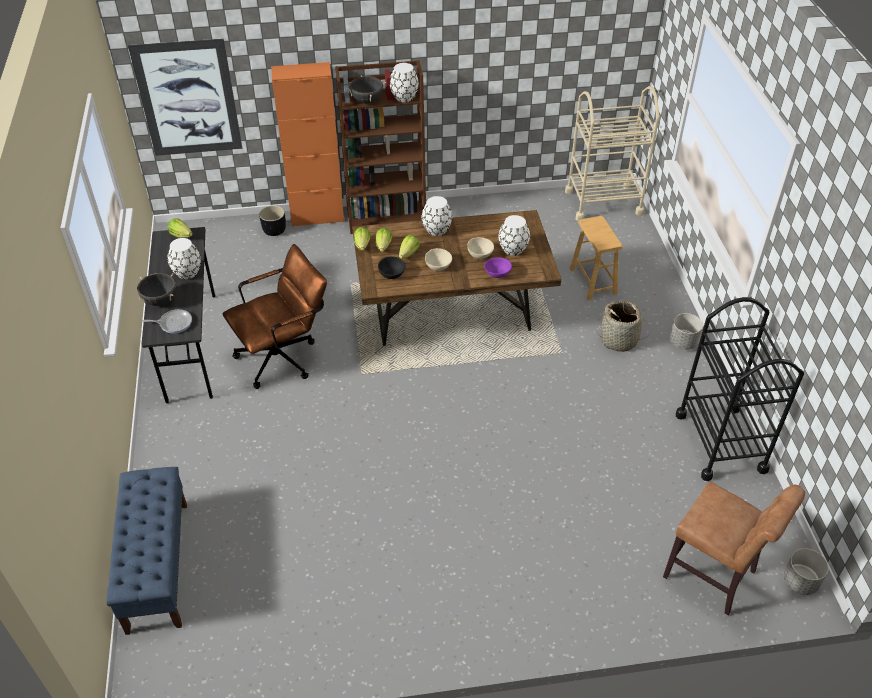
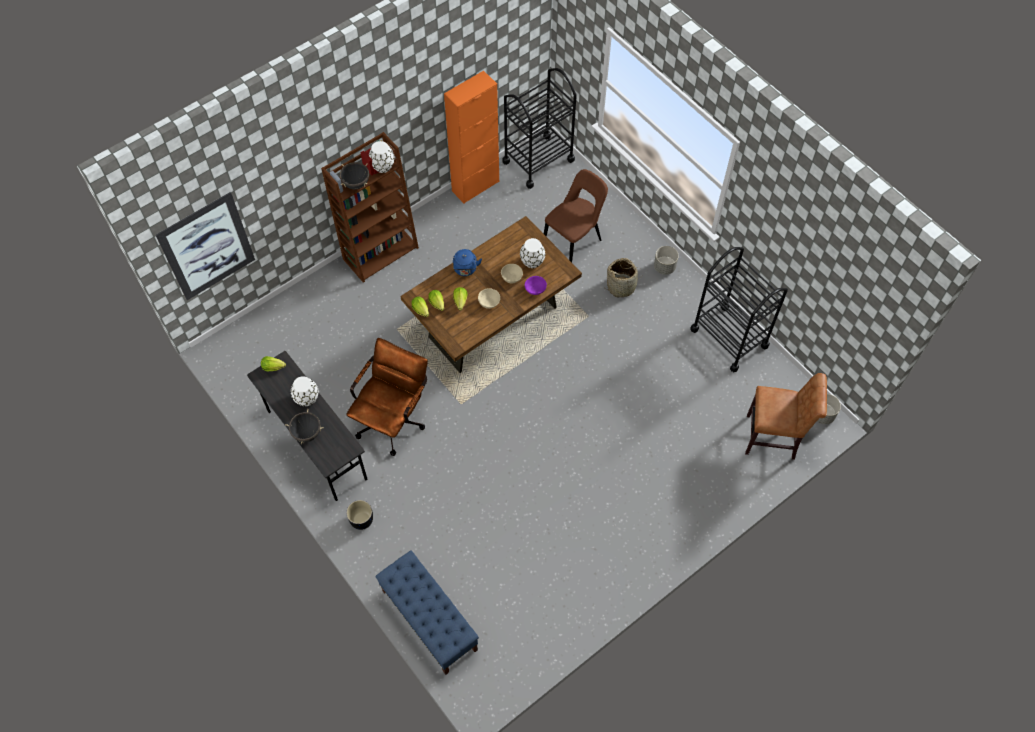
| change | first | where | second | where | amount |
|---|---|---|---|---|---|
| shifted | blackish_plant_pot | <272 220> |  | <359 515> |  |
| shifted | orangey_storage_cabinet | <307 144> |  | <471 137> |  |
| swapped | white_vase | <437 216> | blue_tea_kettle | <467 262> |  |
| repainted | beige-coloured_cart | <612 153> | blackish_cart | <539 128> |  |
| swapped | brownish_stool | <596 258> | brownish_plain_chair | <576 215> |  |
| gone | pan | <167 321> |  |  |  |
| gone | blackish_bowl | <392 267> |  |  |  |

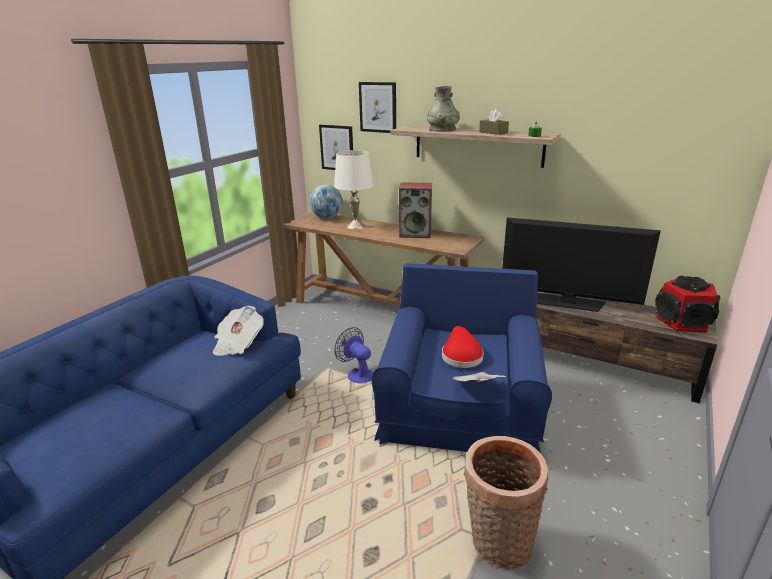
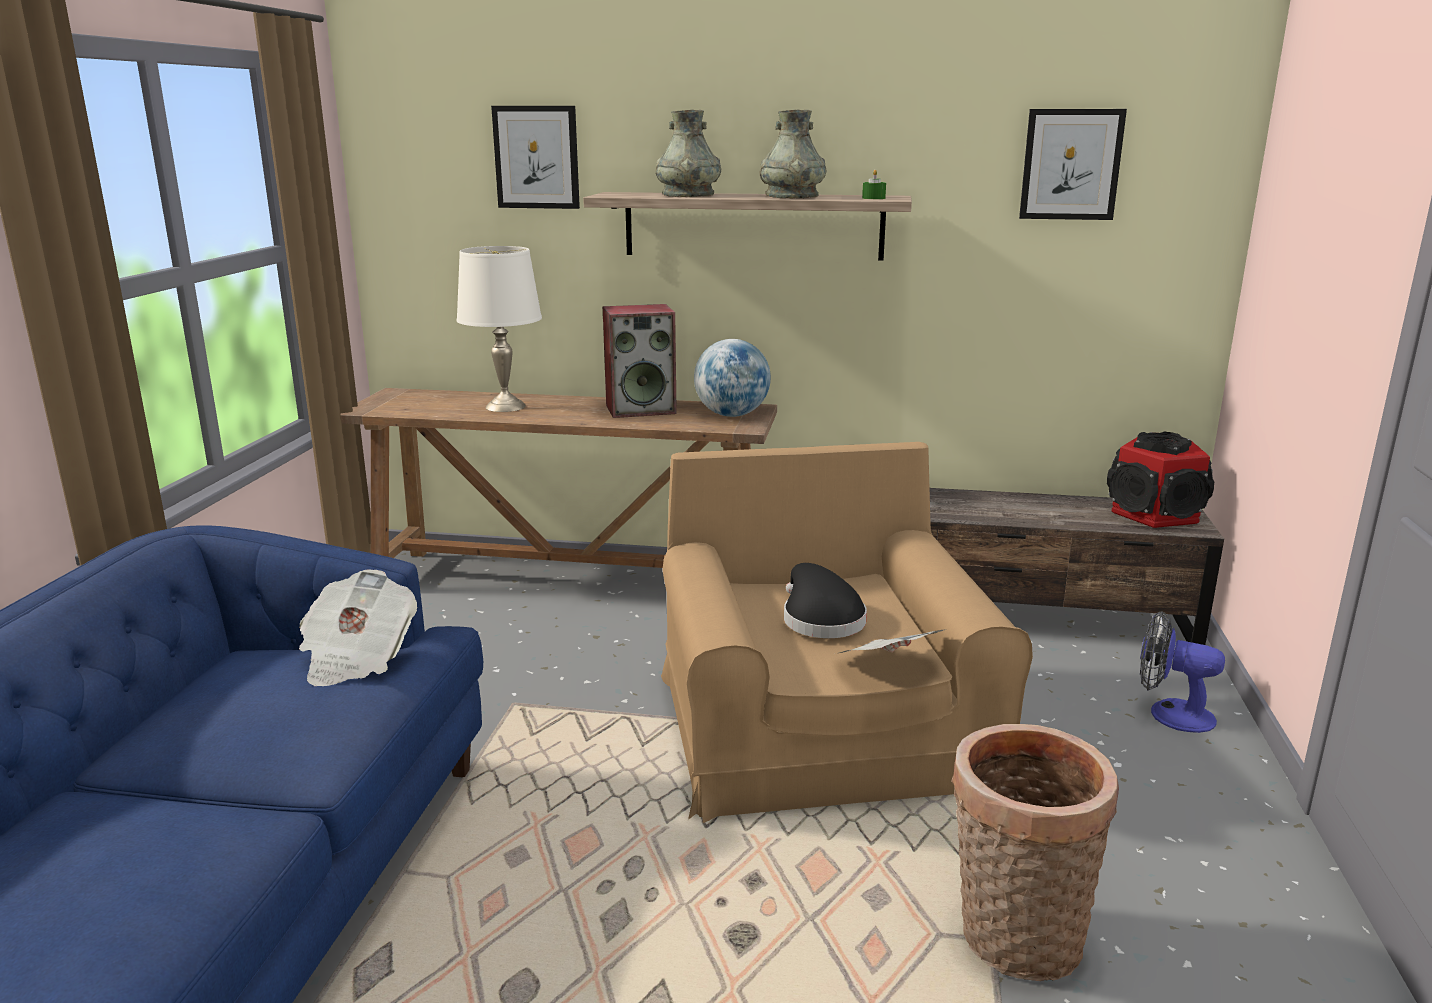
| change | first | where | second | where | amount |
|---|---|---|---|---|---|
| repainted | blue_armchair | <461 358> | brownish_armchair | <847 632> |  |
| shifted | world_globe | <326 202> |  | <732 378> |  |
| swapped | brownish_box_of_tissues | <494 122> | gray_vase | <793 154> |  |
| repainted | red_hat | <463 347> | blackish_hat | <825 600> |  |
| shifted | wall_art | <336 147> |  | <1073 164> |  |
| shifted | electric_fan | <353 355> |  | <1182 672> |  |
| gone | television | <581 264> |  |  |  |

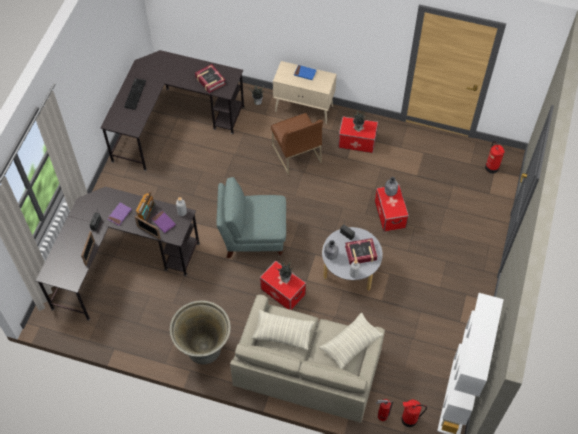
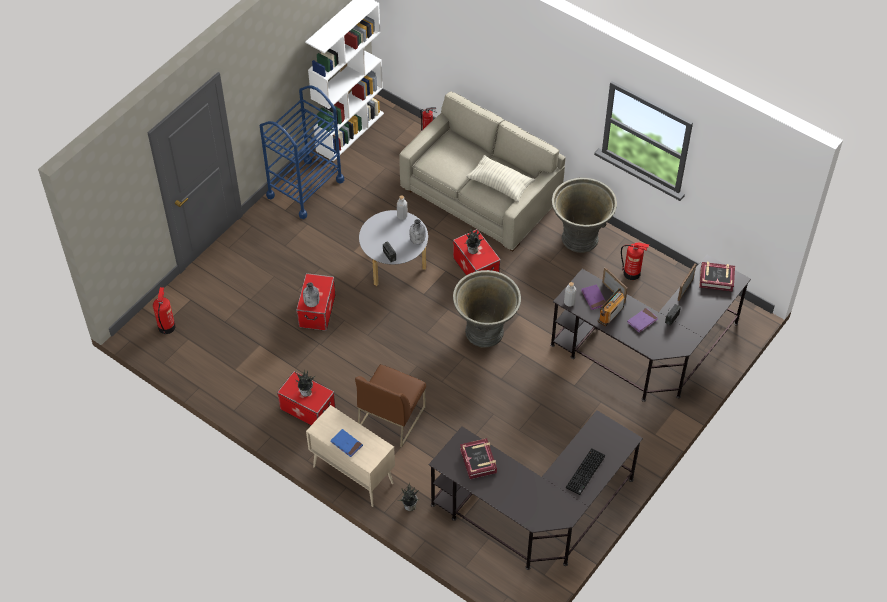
| change | first | where | second | where | amount |
|---|---|---|---|---|---|
| new |  |  | blue_cart | <302 152> |  |
| rotated | brownish_plain_chair | <297 144> |  | <390 406> | 150 degrees counterclockwise |
| swapped | gray_armchair | <251 217> | gray_plant_pot | <487 309> |  |
| shifted | extinguisher | <414 413> |  | <635 261> |  |
| shifted | bound_book | <361 251> |  | <717 277> |  |
| gone | pillow | <351 341> |  |  |  |

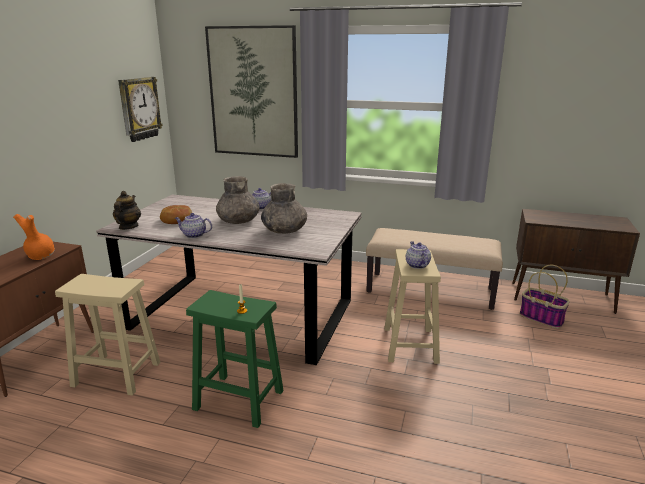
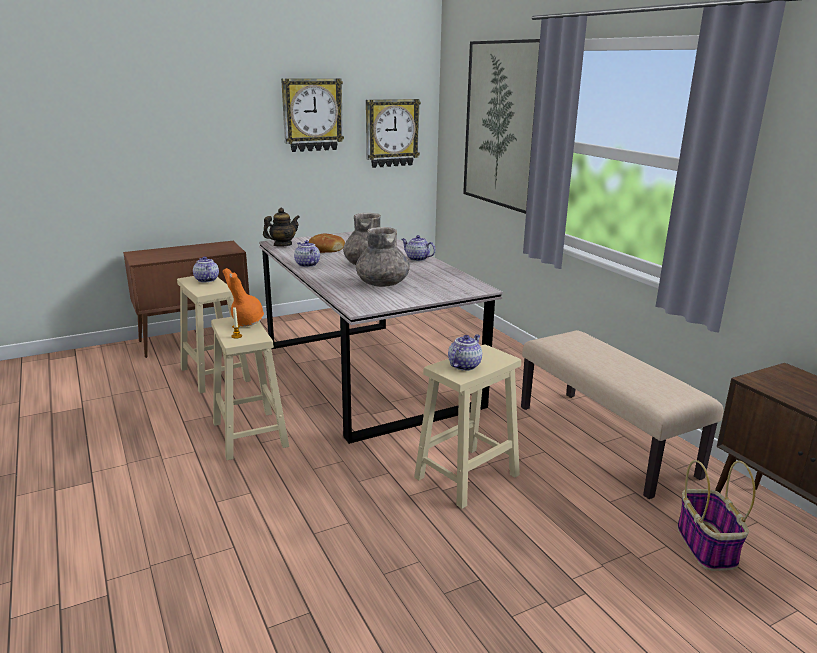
| change | first | where | second | where | amount |
|---|---|---|---|---|---|
| new |  |  | pot_for_tea | <206 269> |  |
| repainted | green-coloured_stool | <234 359> | beige-coloured_stool | <250 388> |  |
| shifted | orangey_vase | <34 237> |  | <243 297> |  |
| new |  |  | clock_on_the_wall | <312 115> |  |

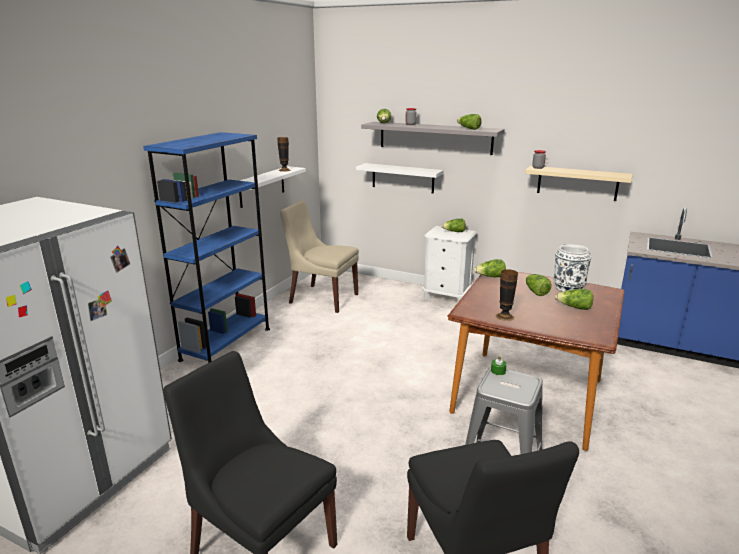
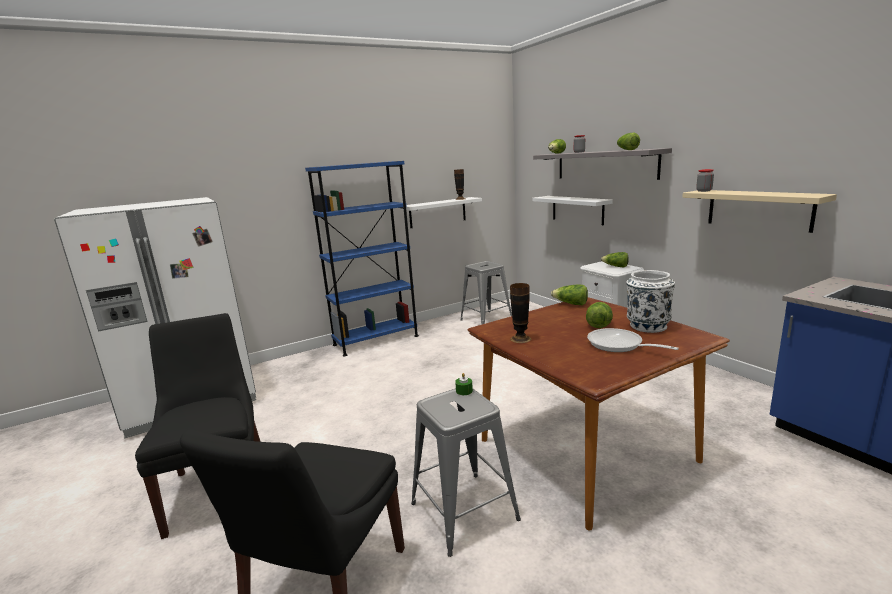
| change | first | where | second | where | amount |
|---|---|---|---|---|---|
| swapped | beige-coloured_plain_chair | <319 257> | gray_stool | <486 292> |  |
| swapped | lettuce | <574 299> | pan | <633 340> |  |

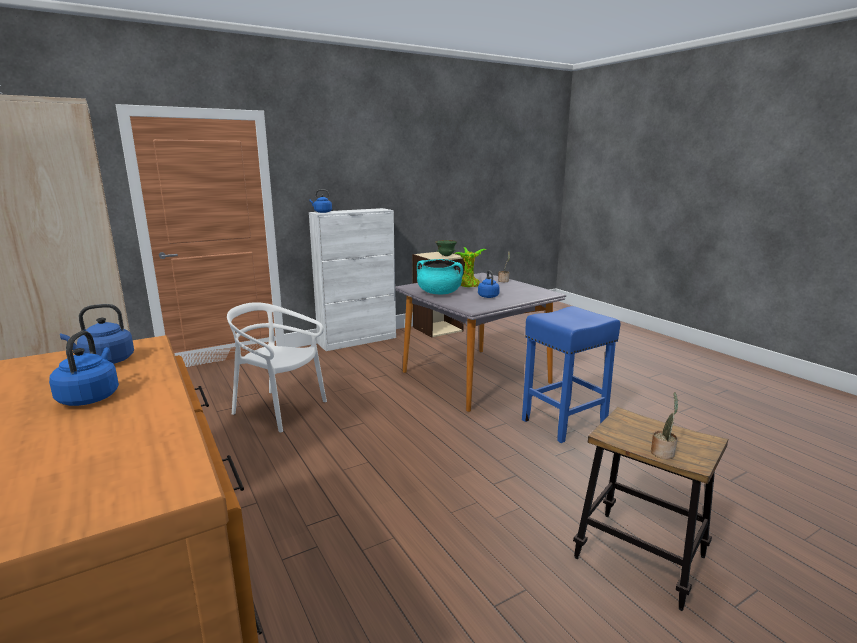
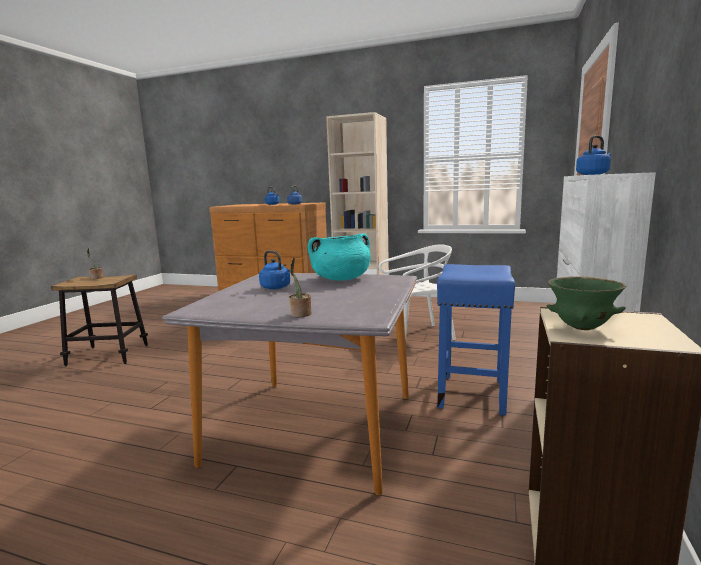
| change | first | where | second | where | amount |
|---|---|---|---|---|---|
| shifted | blue_stool | <571 374> |  | <476 340> |  |
| gone | plant_in_a_pot | <471 267> |  |  |  |

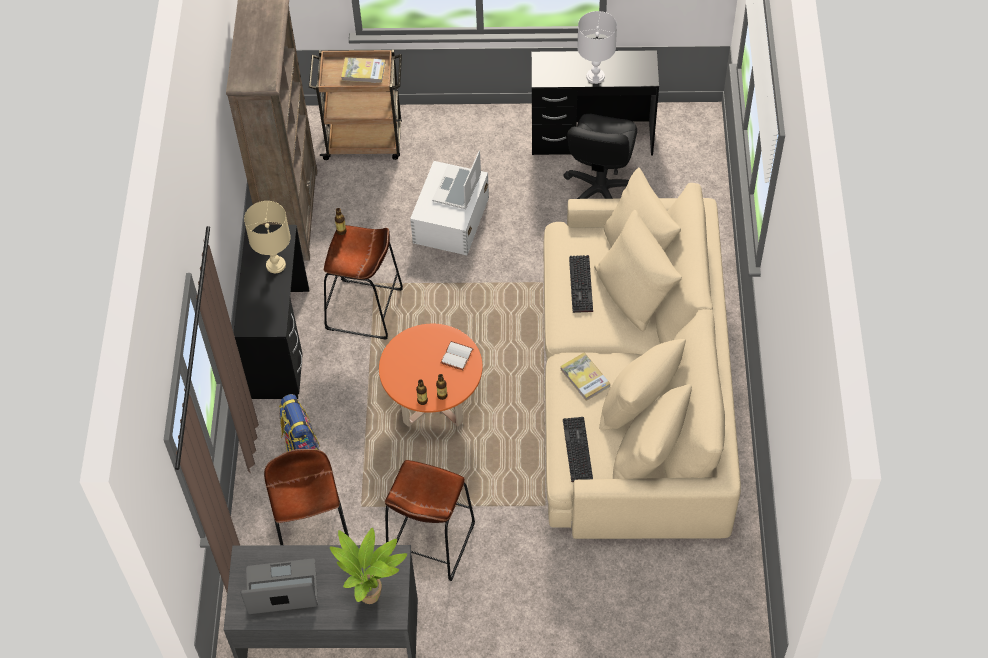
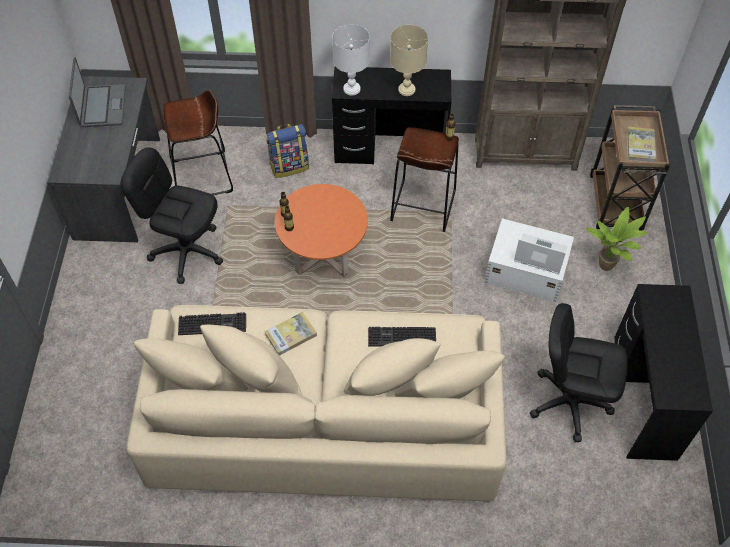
| change | first | where | second | where | amount |
|---|---|---|---|---|---|
| swapped | brownish_stool | <430 520> | blackish_office_chair | <171 216> |  |
| shifted | white_tabletop_lamp | <597 47> |  | <351 60> |  |
| shifted | plant_in_a_pot | <368 566> |  | <617 239> |  |
| gone | white_bound_book | <457 355> |  |  |  |

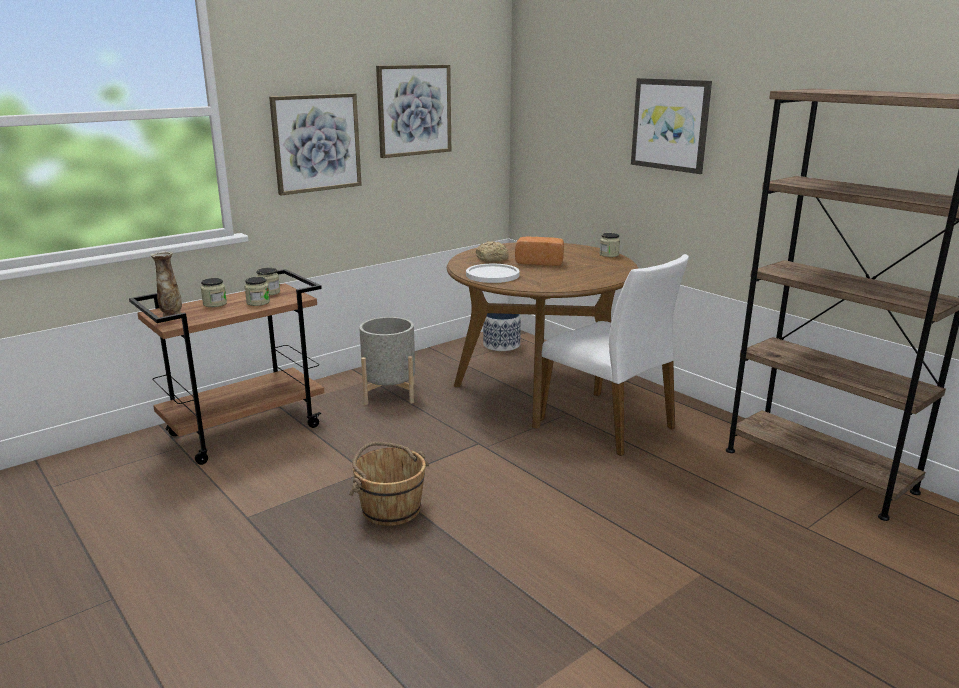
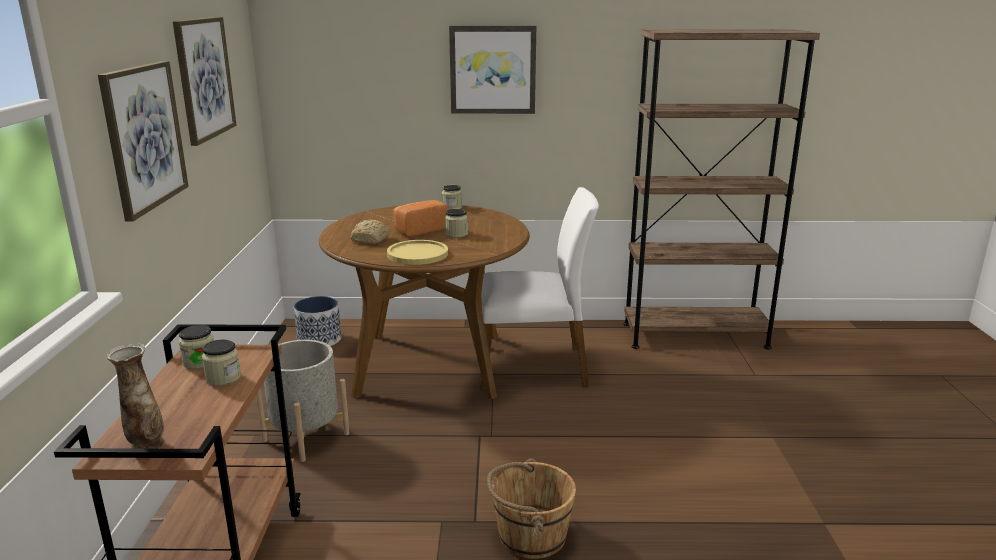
| change | first | where | second | where | amount |
|---|---|---|---|---|---|
| repainted | white_flat_dish | <492 273> | yellowish_flat_dish | <417 252> |  |
| shifted | storage_jar | <214 292> |  | <456 223> |  |

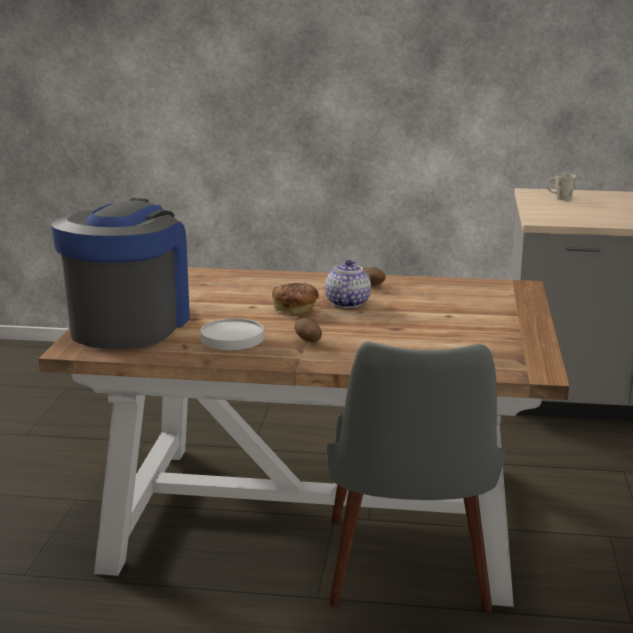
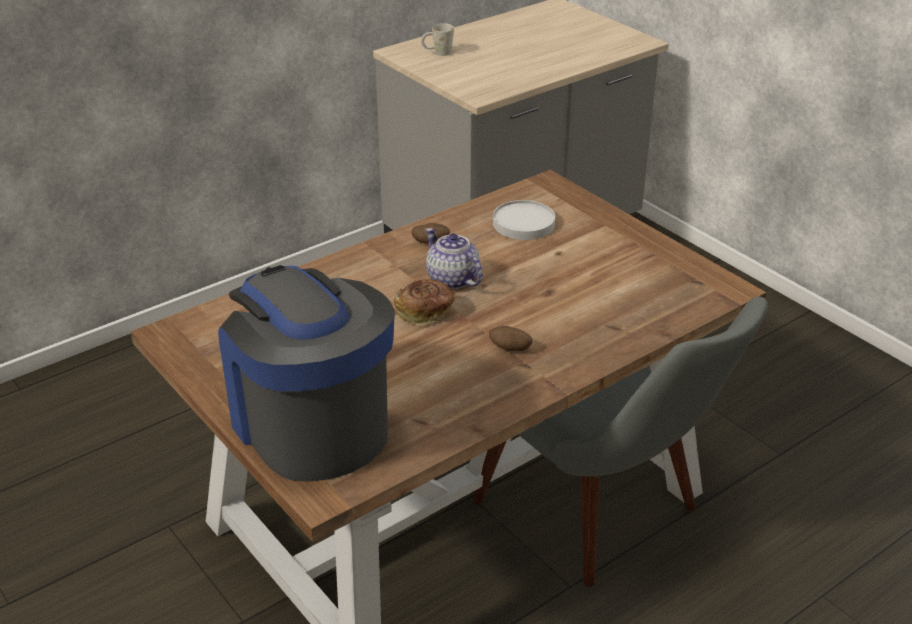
| change | first | where | second | where | amount |
|---|---|---|---|---|---|
| shifted | white_flat_dish | <232 334> |  | <524 220> |  |

